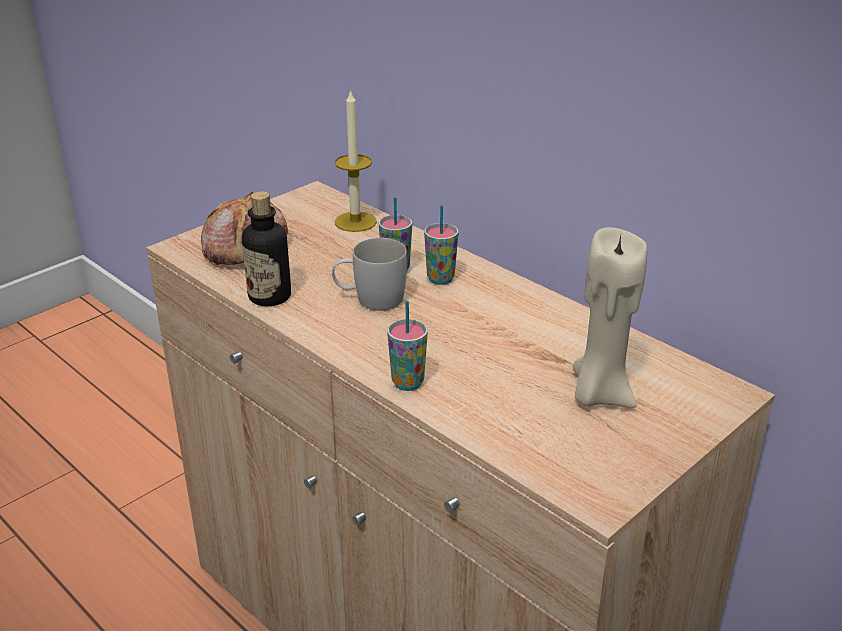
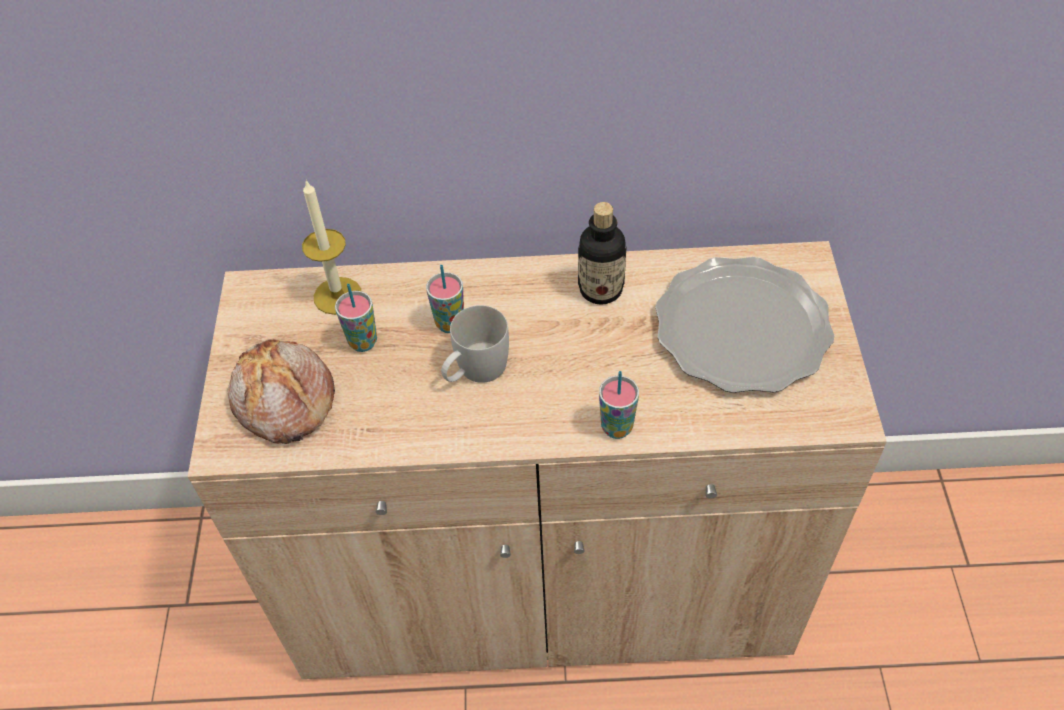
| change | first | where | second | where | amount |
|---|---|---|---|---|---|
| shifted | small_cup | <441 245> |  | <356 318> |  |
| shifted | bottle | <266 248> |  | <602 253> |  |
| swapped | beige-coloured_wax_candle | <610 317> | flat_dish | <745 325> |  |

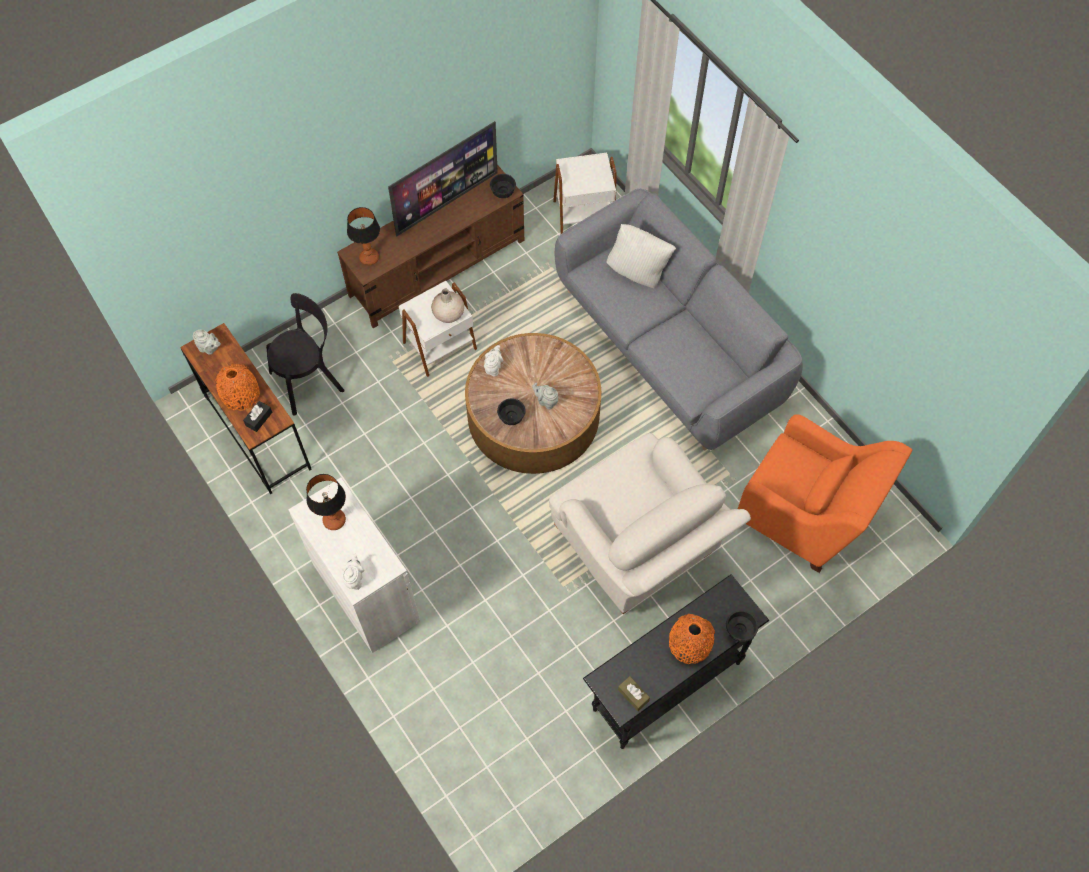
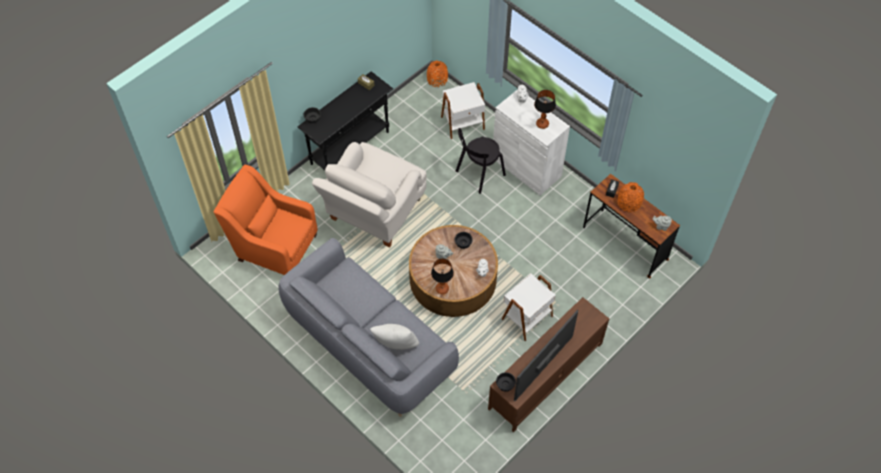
| change | first | where | second | where | amount |
|---|---|---|---|---|---|
| rotated | white_armchair | <650 523> |  | <369 195> | 105 degrees counterclockwise |
| shifted | orangey_vase | <692 639> |  | <437 73> |  |
| shifted | tabletop_lamp | <363 236> |  | <442 276> |  |
| shifted | white_end_table | <585 193> |  | <463 110> |  |
| shifted | blackish_plain_chair | <305 354> |  | <481 161> |  |
| gone | beige-coloured_vase | <447 306> |  |  |  |

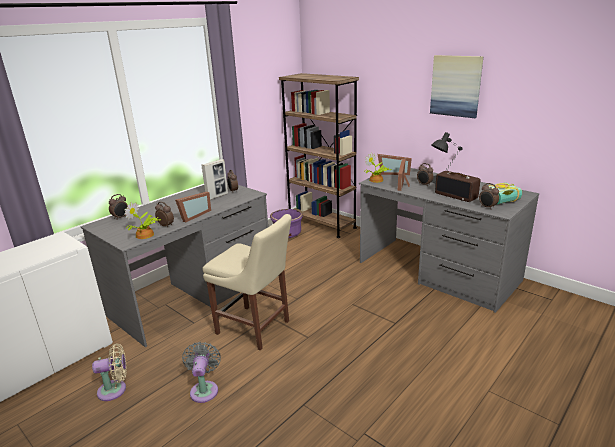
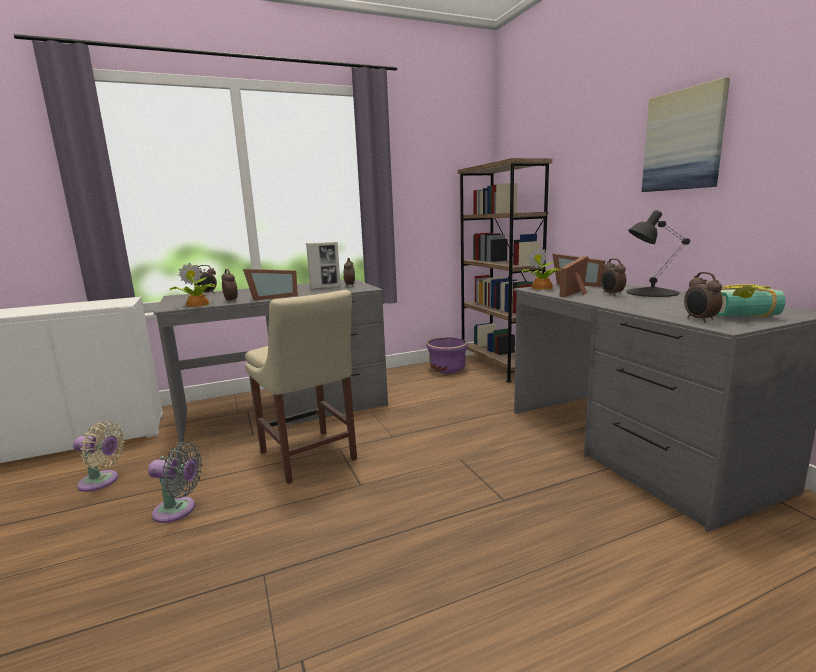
| change | first | where | second | where | amount |
|---|---|---|---|---|---|
| rotated | gray_electric_fan | <201 372> |  | <175 482> | 75 degrees clockwise |
| gone | radio_receiver | <457 186> |  |  |  |

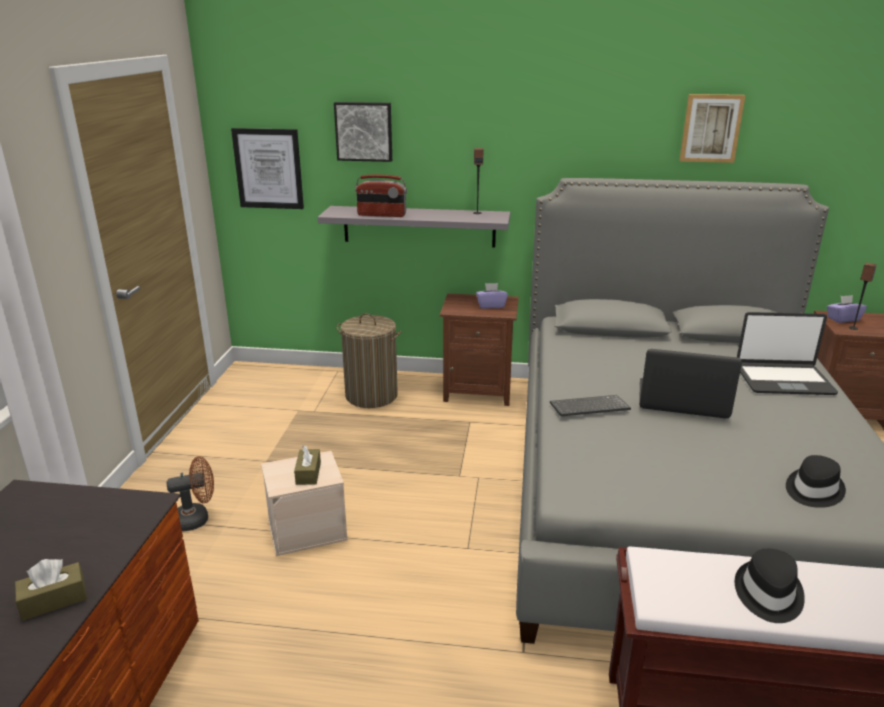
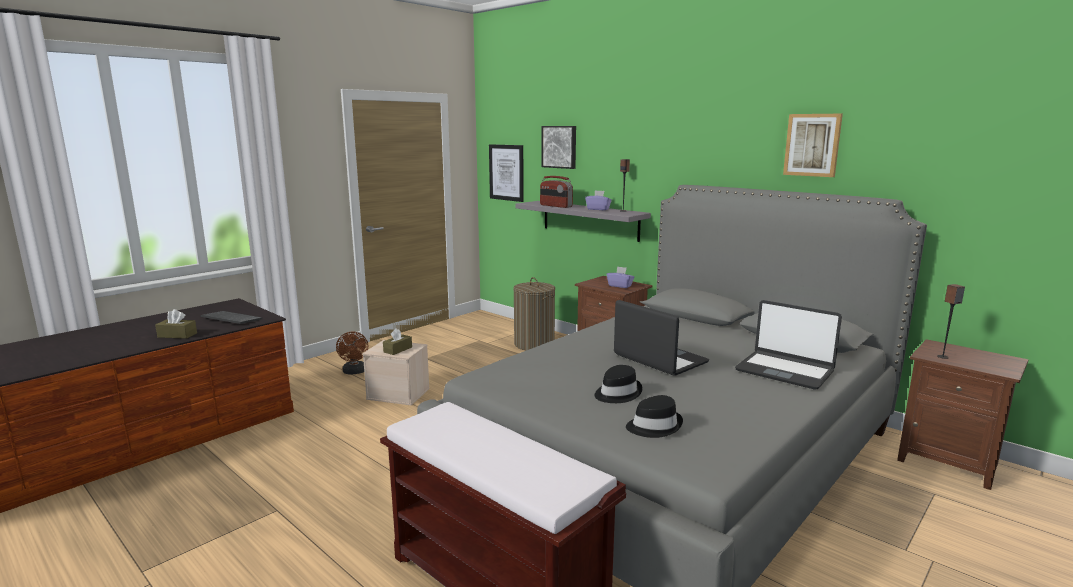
| change | first | where | second | where | amount |
|---|---|---|---|---|---|
| shifted | keyboard | <590 405> |  | <231 317> |  |
| rotated | brownish_electric_fan | <190 493> |  | <352 353> | 60 degrees clockwise |
| shifted | purplish_box_of_tissues | <847 309> |  | <598 200> |  |
| shifted | blackish_hat | <770 586> |  | <619 384> |  |

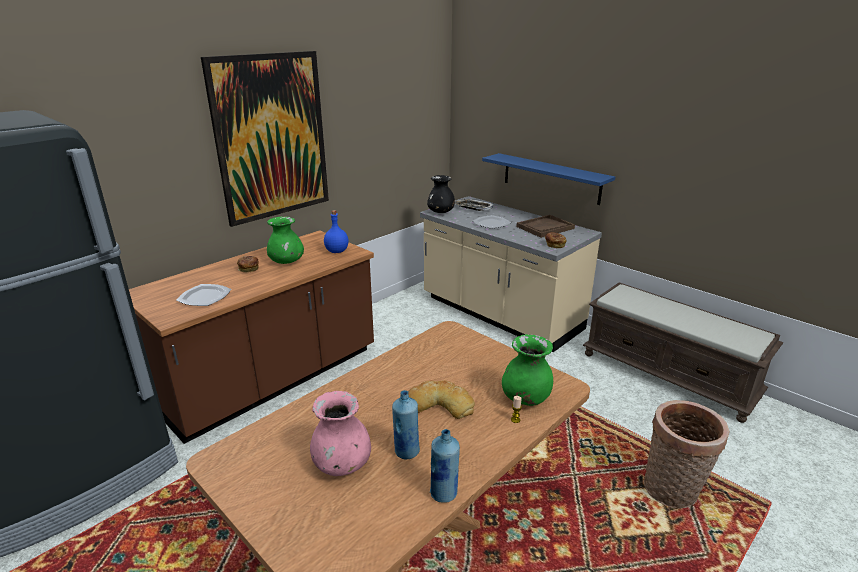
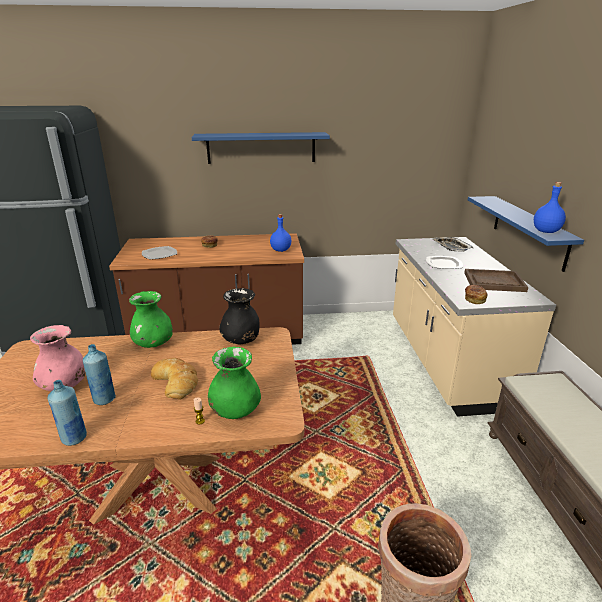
| change | first | where | second | where | amount |
|---|---|---|---|---|---|
| shifted | green-coloured_vase | <285 240> |  | <151 319> |  |
| swapped | wall_art | <265 139> | blue_wall_shelf | <260 148> |  |
| shifted | blackish_vase | <441 194> |  | <239 316> |  |
| new |  |  | blue_bottle | <550 207> |  |

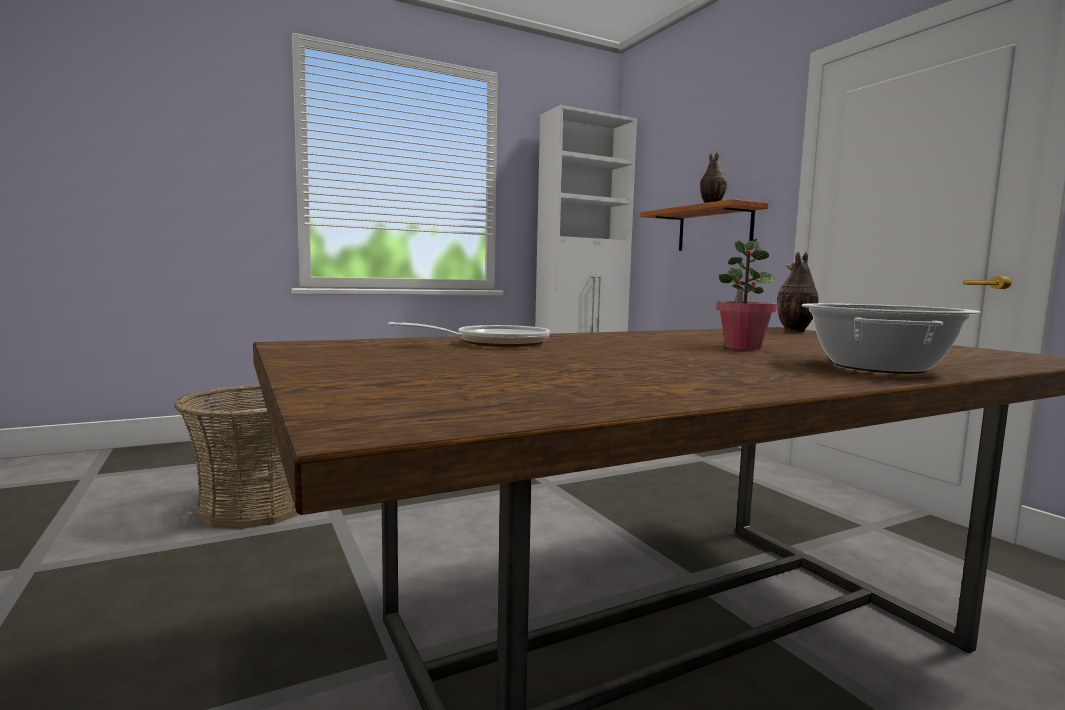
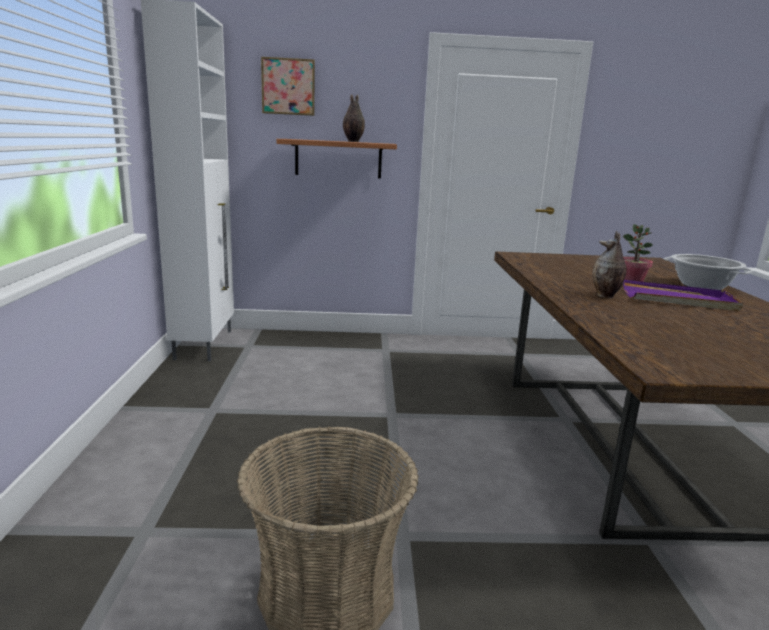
| change | first | where | second | where | amount |
|---|---|---|---|---|---|
| new |  |  | wall_art | <288 86> |  |
| shifted | vase | <798 291> |  | <609 264> |  |
| new |  |  | purplish_serving_tray | <683 295> |  |
| gone | pan | <469 334> |  |  |  |

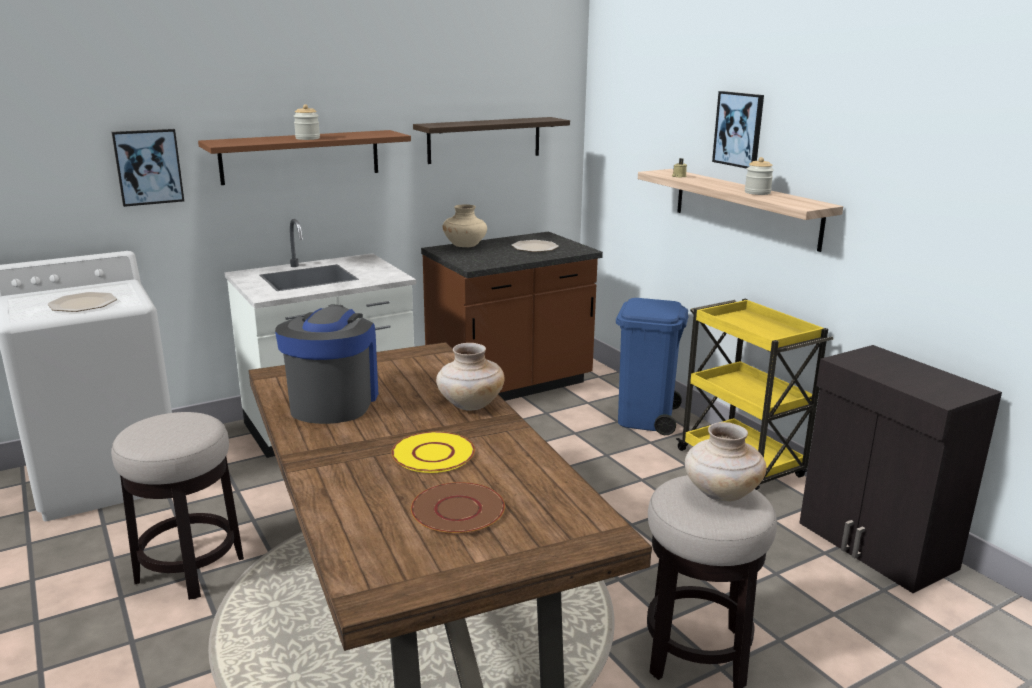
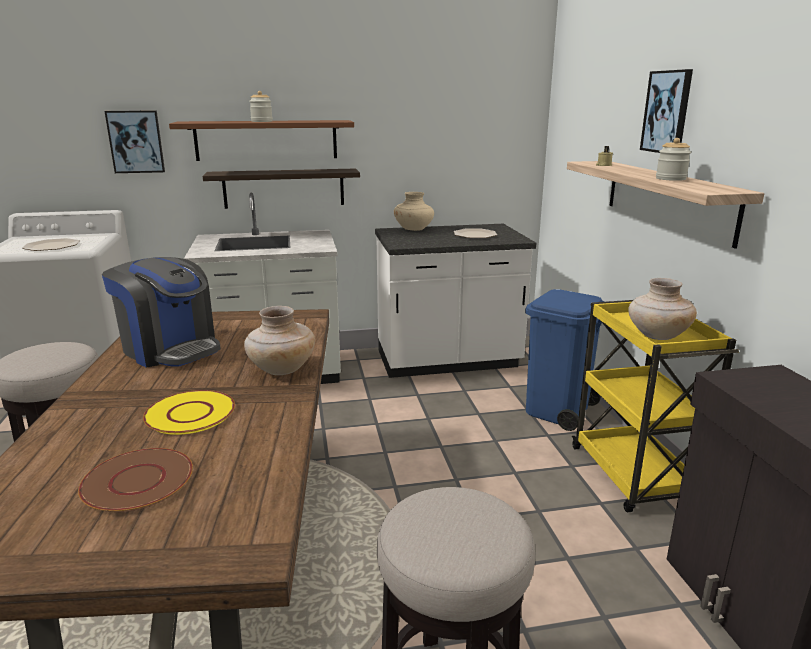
| change | first | where | second | where | amount |
|---|---|---|---|---|---|
| rotated | coffee_maker | <326 364> |  | <161 312> | 105 degrees clockwise |
| shifted | wall_shelf | <491 140> |  | <281 188> |  |
| repainted | brownish_kitchen_base_unit | <512 316> | white_kitchen_base_unit | <455 301> |  |
| shifted | beige-coloured_vase | <726 462> |  | <662 309> |  |

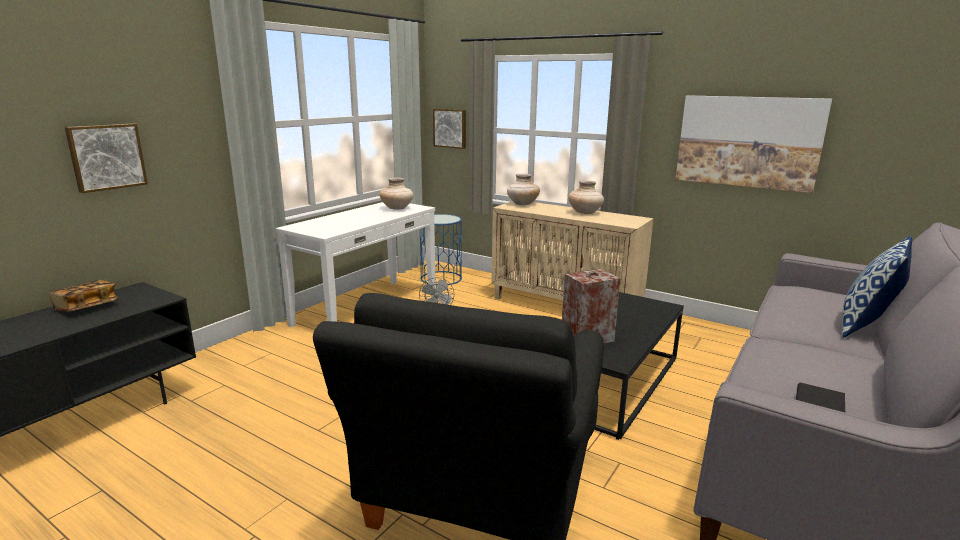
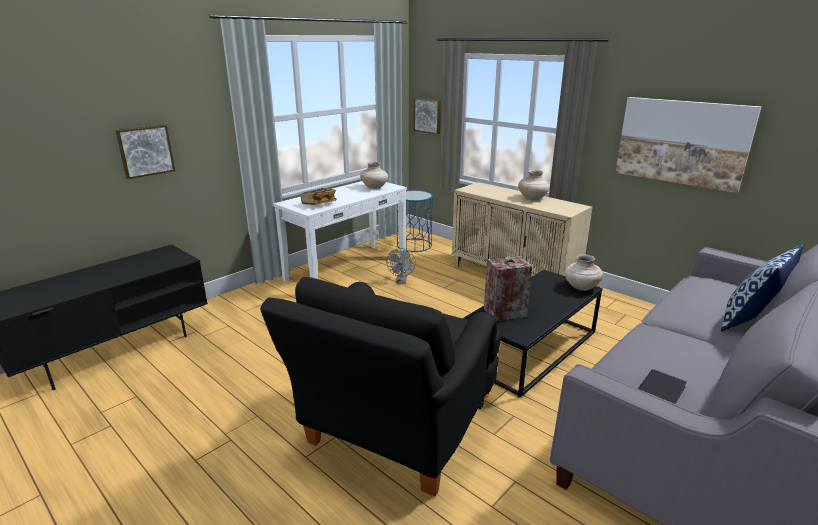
| change | first | where | second | where | amount |
|---|---|---|---|---|---|
| shifted | bound_book | <83 296> |  | <319 196> |  |
| shifted | beige-coloured_vase | <523 189> |  | <584 272> |  |

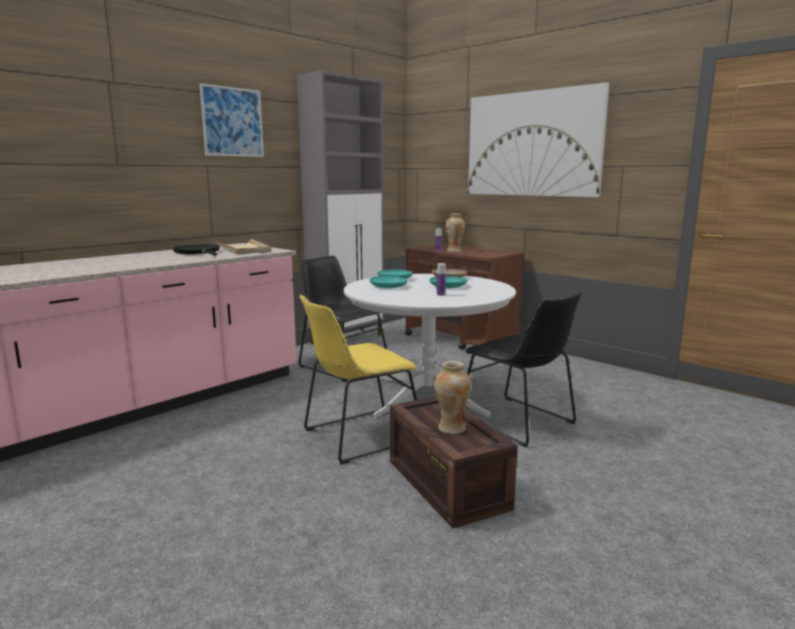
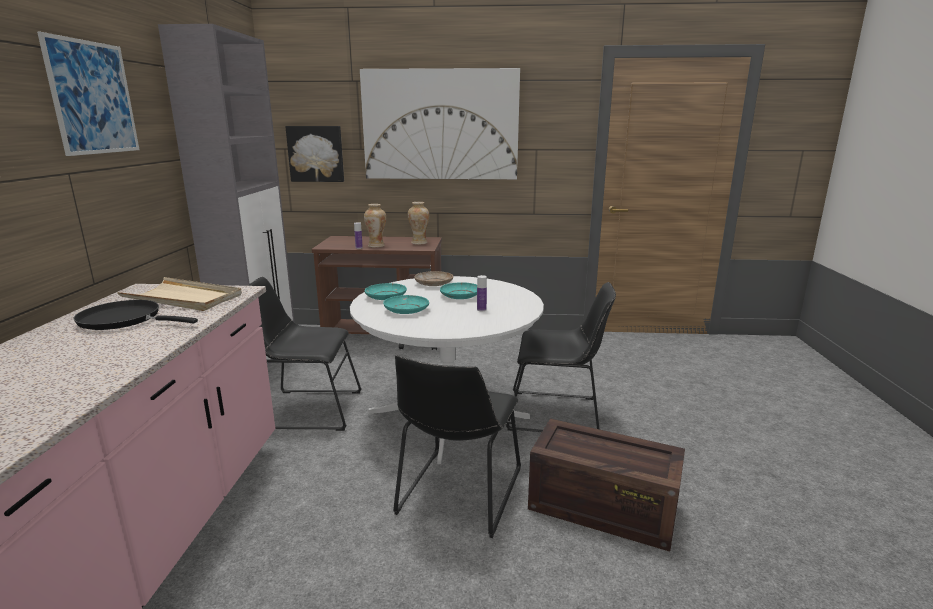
| change | first | where | second | where | amount |
|---|---|---|---|---|---|
| new |  |  | wall_art | <314 154> |  |
| repainted | yellowish_plain_chair | <358 380> | blackish_plain_chair | <457 446> |  |
| shifted | vase | <452 397> |  | <418 223> |  |

